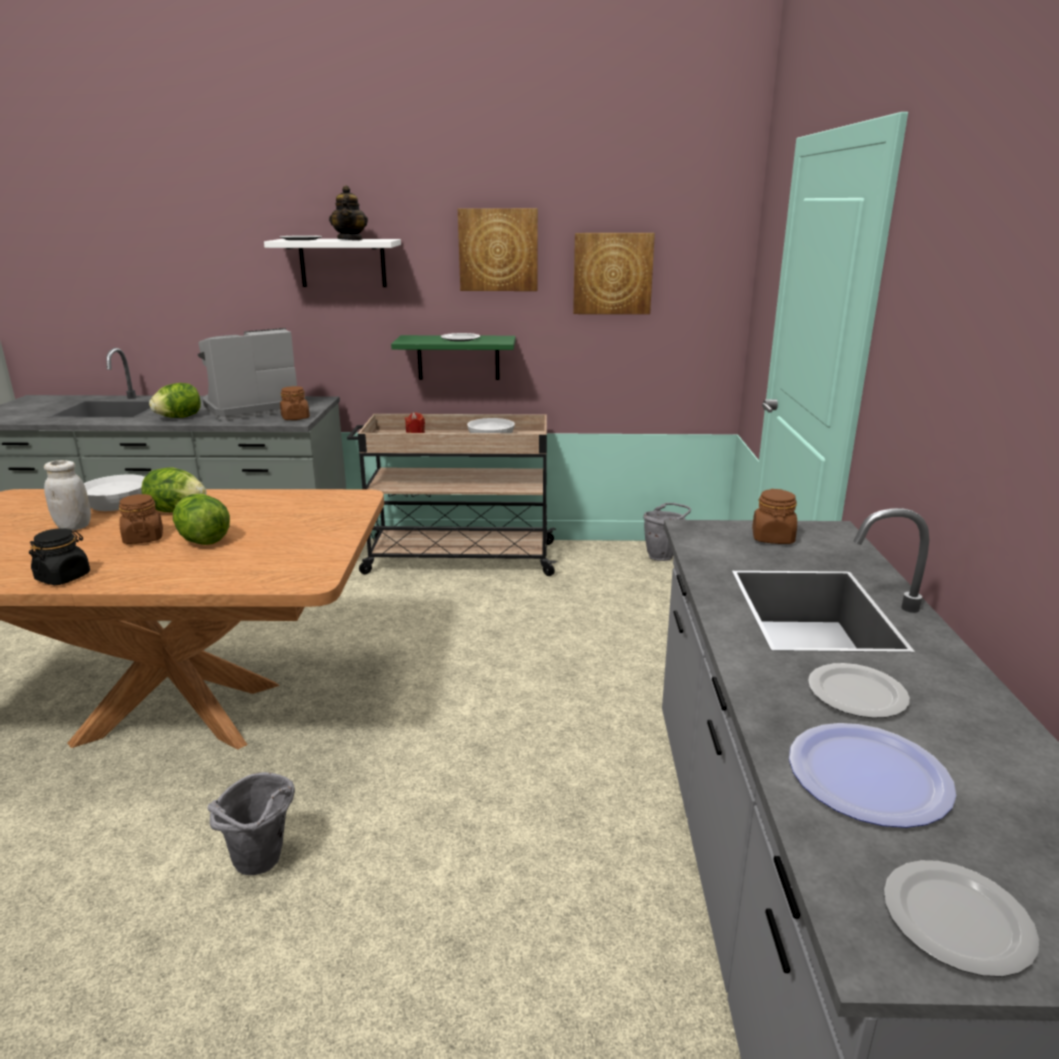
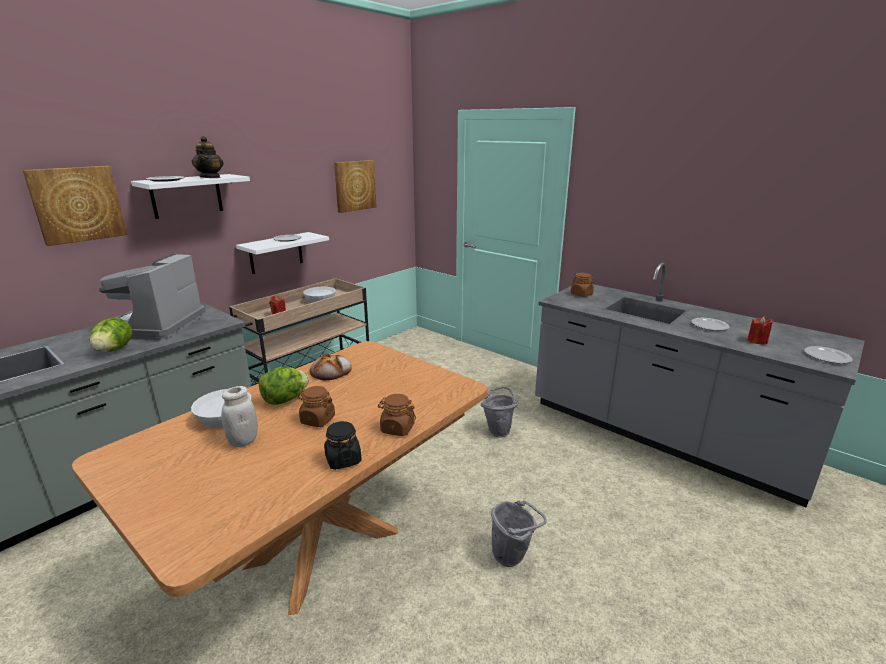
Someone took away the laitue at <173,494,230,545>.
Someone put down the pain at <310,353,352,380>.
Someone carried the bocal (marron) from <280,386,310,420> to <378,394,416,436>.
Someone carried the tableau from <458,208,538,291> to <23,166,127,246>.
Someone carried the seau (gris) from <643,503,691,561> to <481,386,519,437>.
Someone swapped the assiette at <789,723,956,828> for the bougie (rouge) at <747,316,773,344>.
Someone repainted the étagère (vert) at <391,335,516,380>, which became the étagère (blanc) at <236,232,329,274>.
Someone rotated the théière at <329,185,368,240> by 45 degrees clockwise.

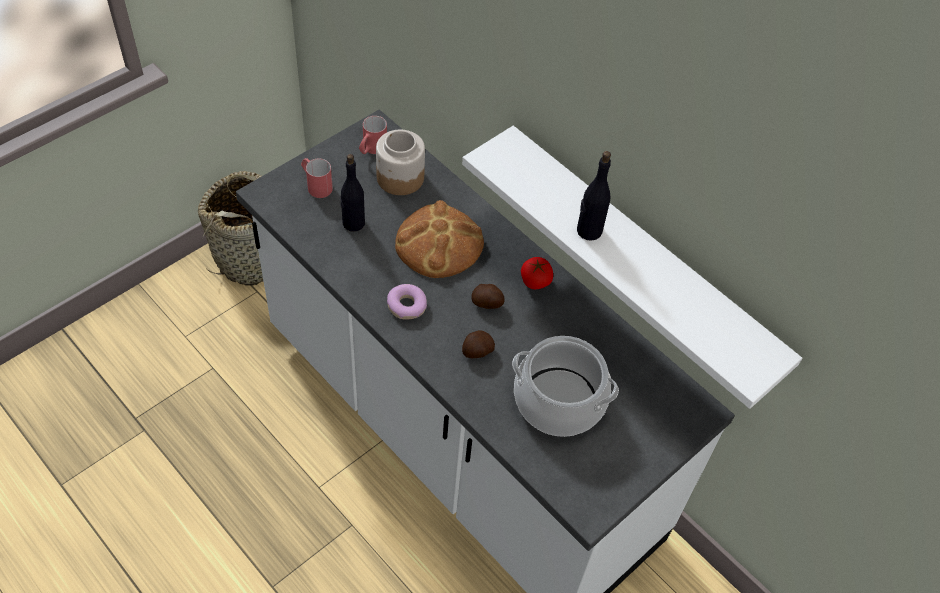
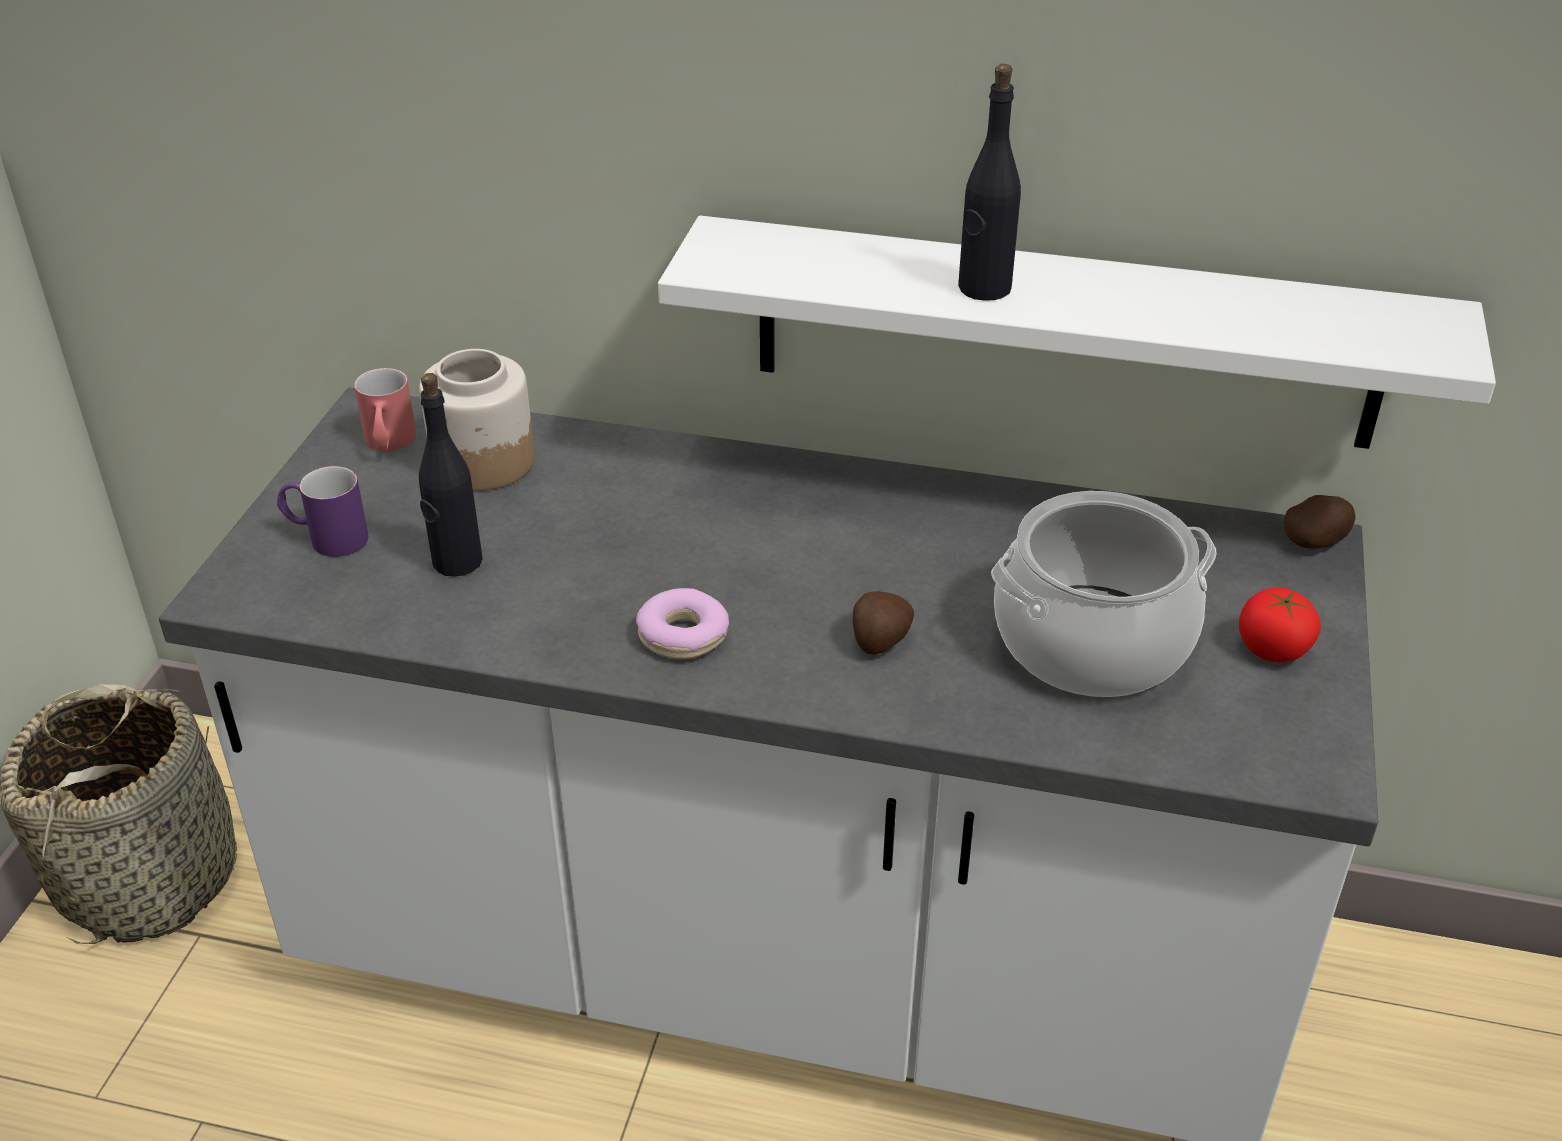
Someone took away the pain at <395,200,484,278>.
Someone carried the pomme de terre from <471,284,505,309> to <1284,495,1356,549>.
Someone carried the tomate from <521,257,553,289> to <1239,587,1321,662>.
Someone repainted the mug (rouge) at <301,158,333,198>, which became the mug (violet) at <277,466,368,557>.

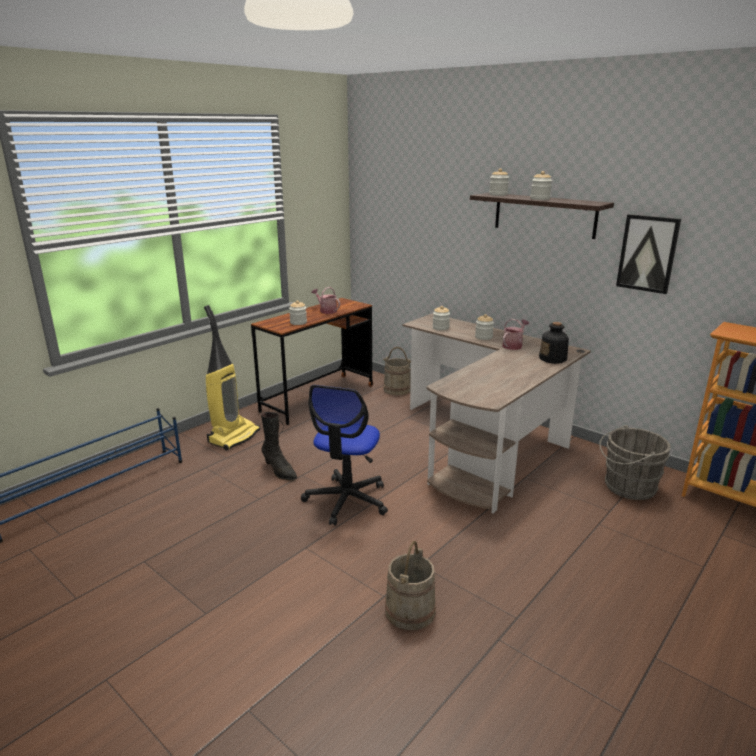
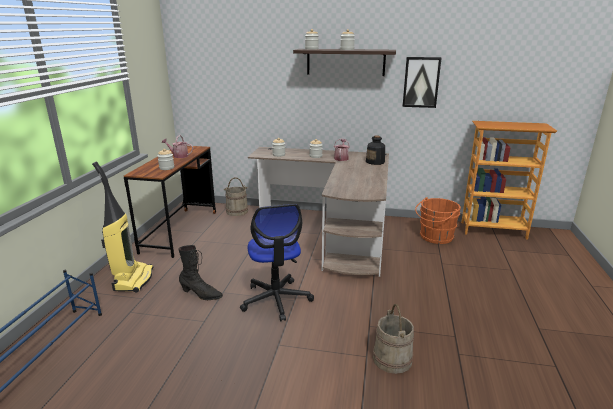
Someone repainted the seau (gris) at <599,425,671,500>, which became the seau (orange) at <415,197,461,244>.

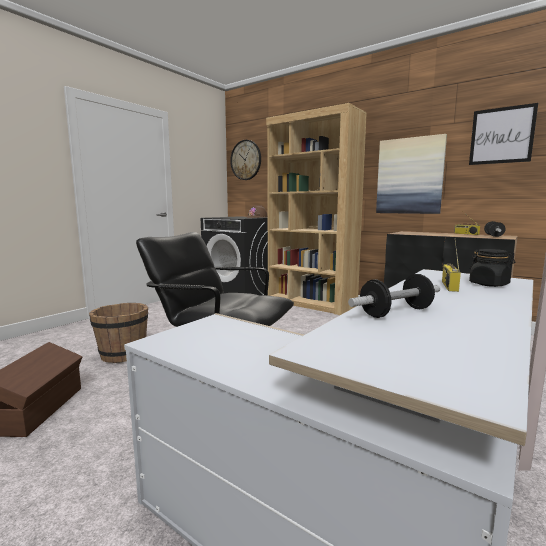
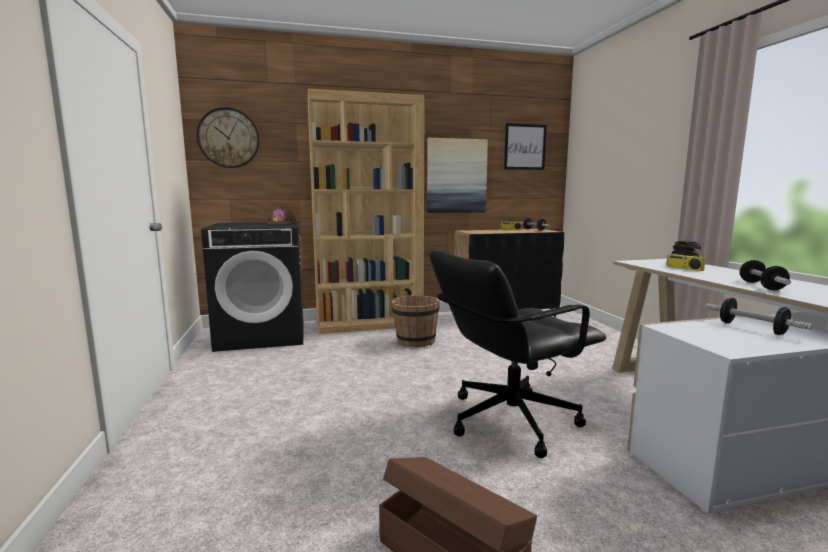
Someone put down the haltère at <705,298,813,335>.
Someone carried the seau (marron) from <89,303,148,363> to <391,295,440,347>.

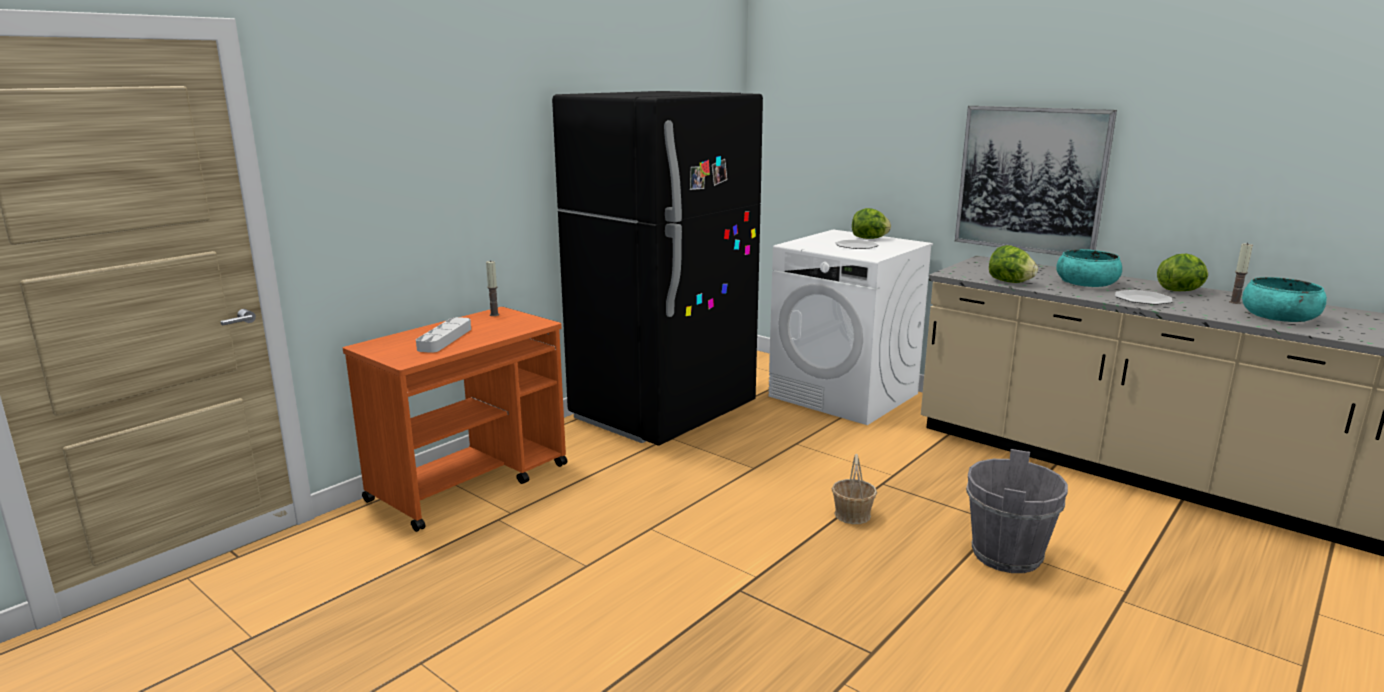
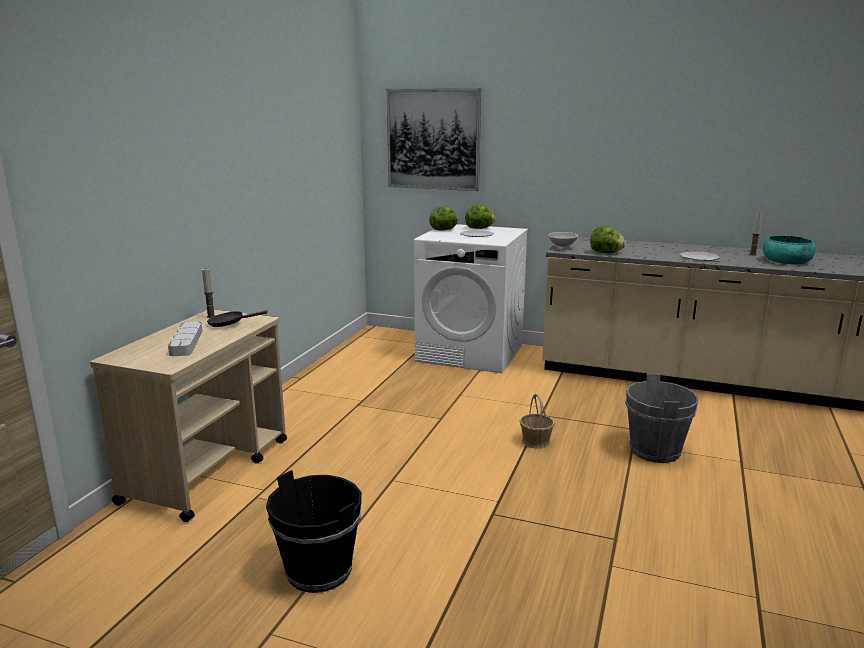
Someone took away the réfrigérateur (noir) at <552,91,763,446>.
Someone took away the bol (turquoise) at <1056,249,1122,287>.
Someone put down the poêle (noir) at <207,310,268,327>.
Someone put down the seau (noir) at <266,470,362,593>.
Someone put down the bol (blanc) at <548,232,578,250>.
Someone carried the tableau from <955,106,1117,256> to <386,88,481,191>.
Someone carried the laitue from <1157,254,1208,291> to <429,206,459,231>.
Someone repainted the chariot (orange) at <343,307,568,532>, which became the chariot (beige) at <90,310,287,522>.

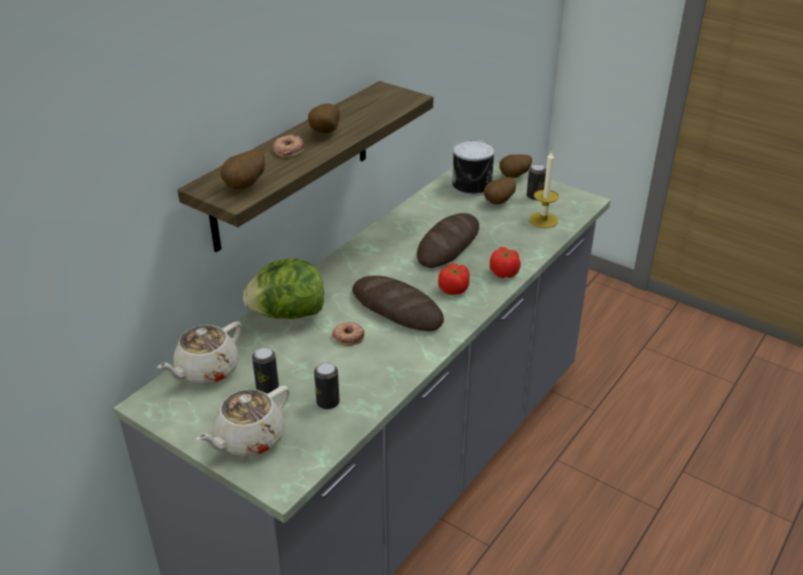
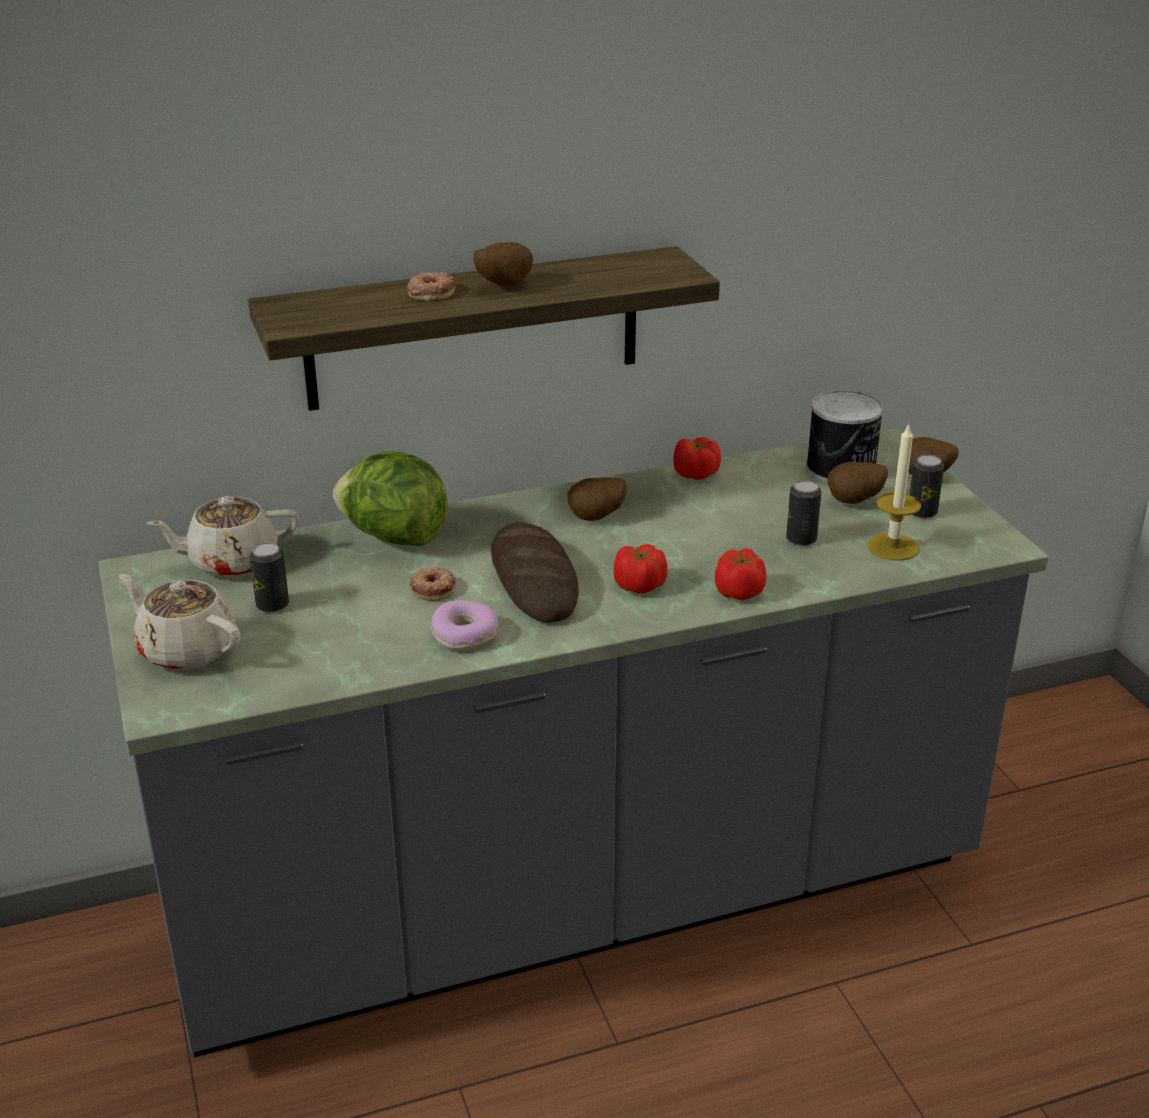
Someone took away the pain at <417,213,479,268>.
Someone put down the beignet at <431,600,498,651>.
Someone put down the tomate at <673,437,721,480>.
Someone carried the pomme de terre from <220,150,265,189> to <567,477,627,521>.
Someone carried the boîte métallique from <314,362,340,409> to <786,480,822,546>.
Someone rotated the théière (beige) at <196,386,290,456> by 45 degrees clockwise.

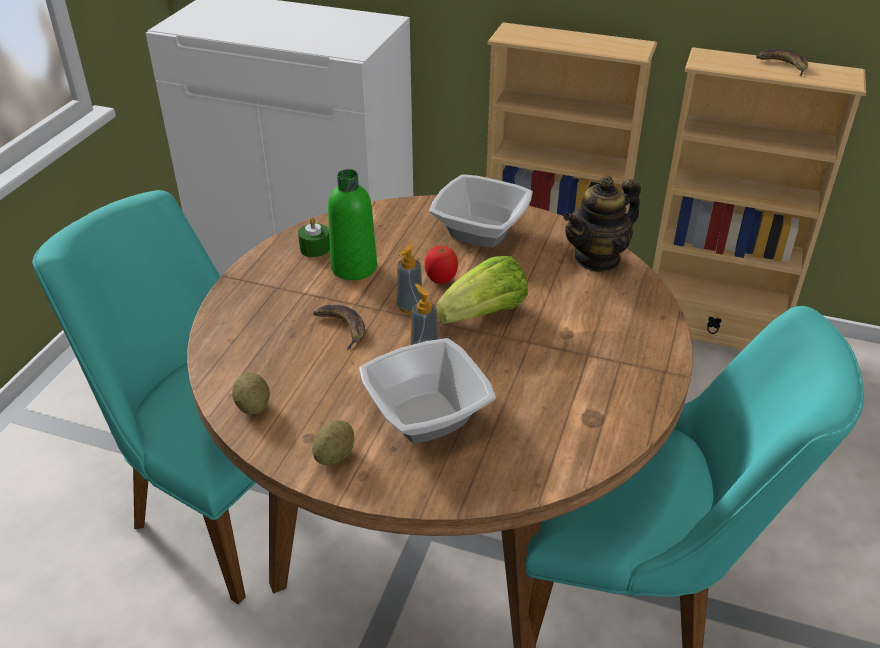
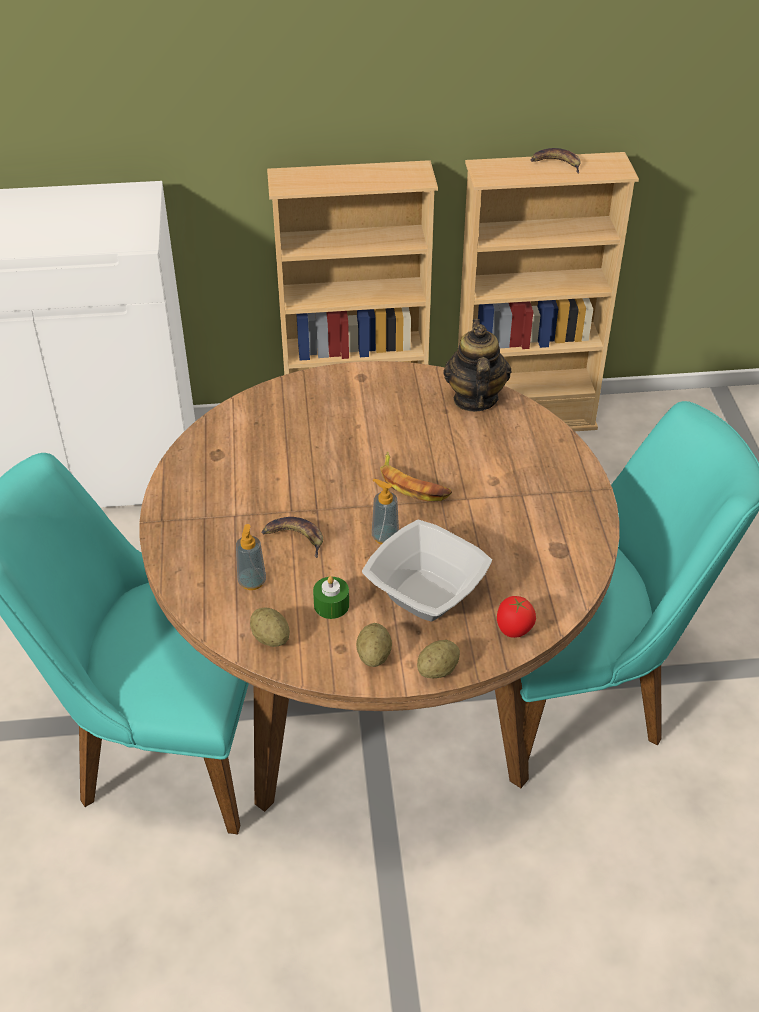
Someone took away the bouteille (vert) at <328,169,377,280>.
Someone took away the bol at <429,174,533,248>.
Someone put down the pomme de terre at <417,640,460,678>.
Someone carried the bougie (vert) from <298,217,330,257> to <313,576,349,619>.
Someone carried the distributeur de savon from <396,244,422,314> to <236,524,266,590>.
Someone carried the tomate from <425,246,458,284> to <497,596,536,638>.
Someone swapped the laitue at <436,256,528,323> for the banane at <380,452,452,502>.
Someone rotated the théière at <563,176,641,272> by 150 degrees clockwise.

